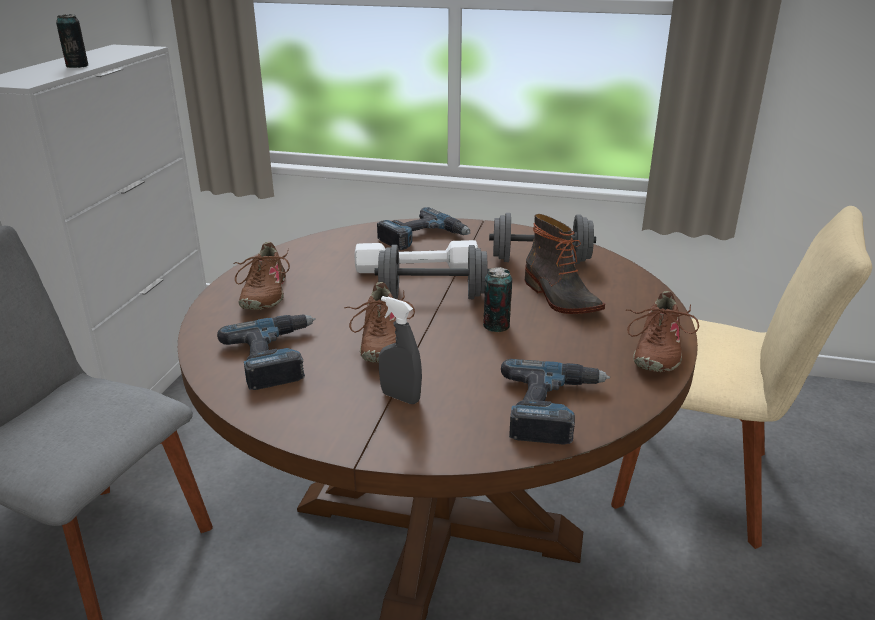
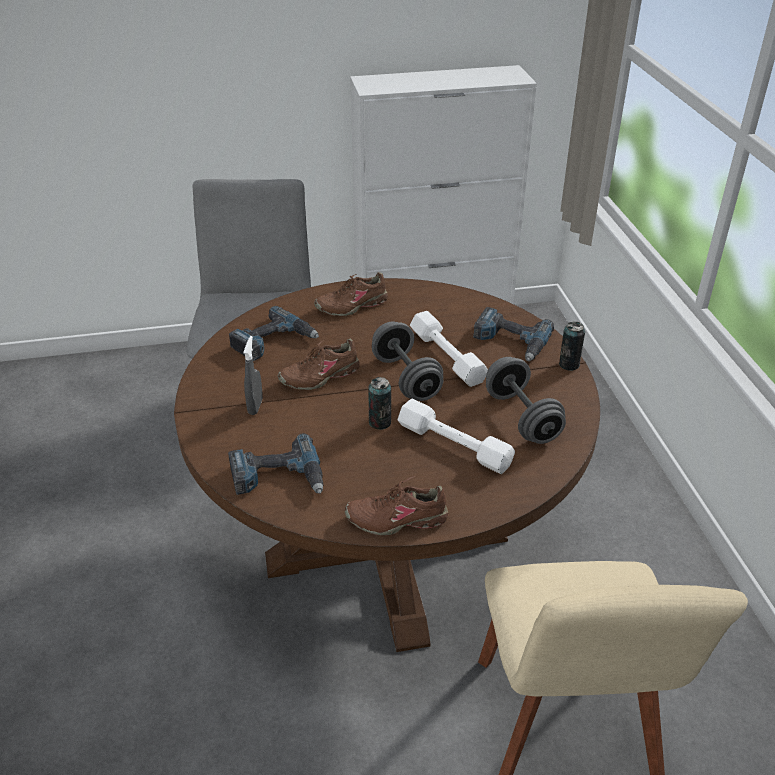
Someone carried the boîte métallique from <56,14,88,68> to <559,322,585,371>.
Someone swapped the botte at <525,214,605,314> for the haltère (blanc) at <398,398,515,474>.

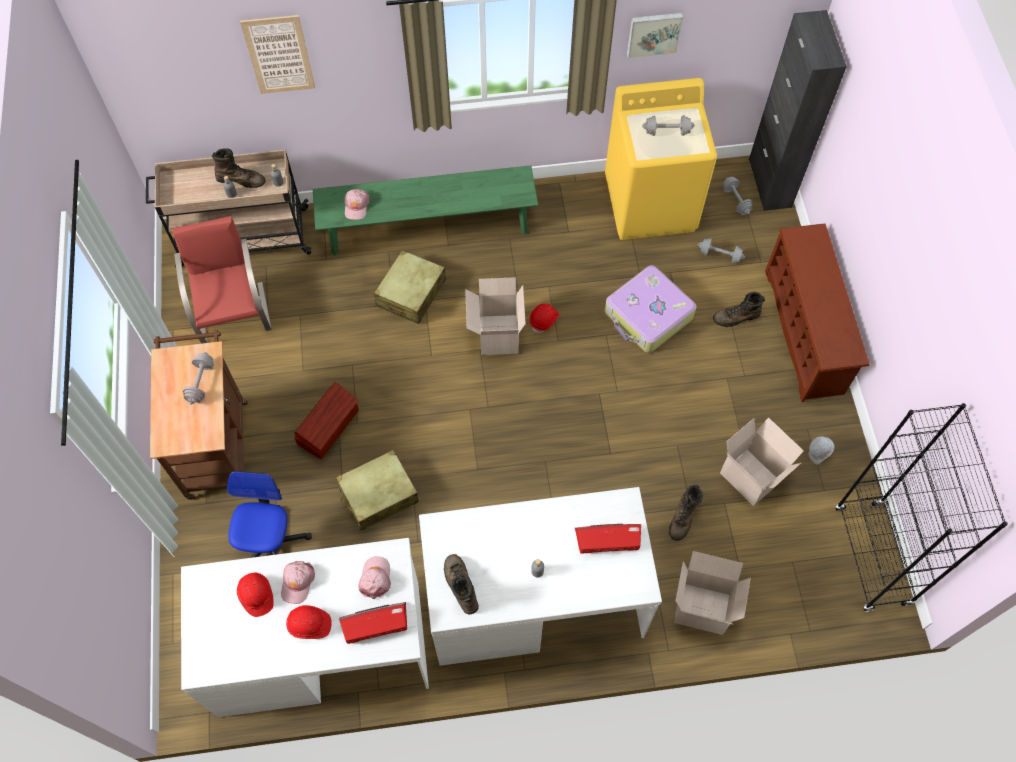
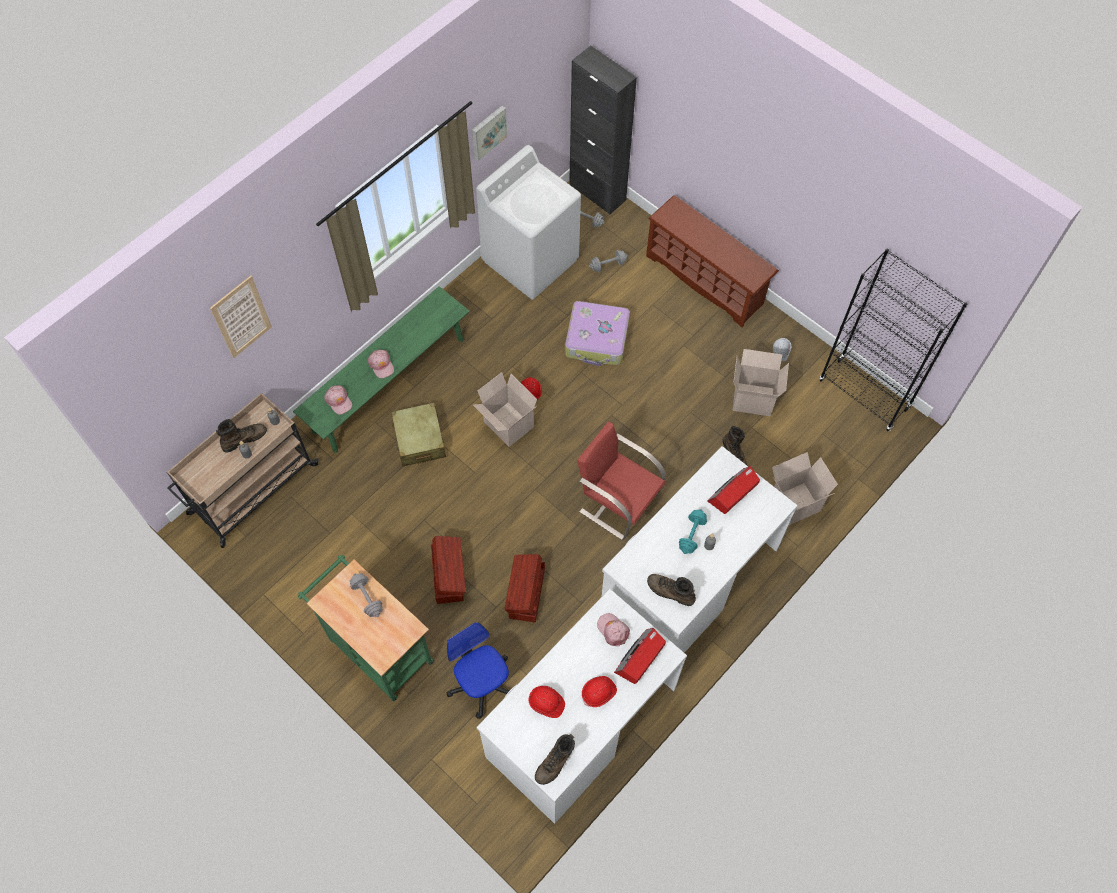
Someone took away the haltère (gris) at <642,116,695,136>.
Someone put down the haltère (turquoise) at <679,509,707,554>.
Someone carried the chaise (rouge) from <172,216,272,344> to <577,421,666,540>.
Someone carried the casquette (rose) from <281,561,315,604> to <368,350,394,378>.
Someone carried the botte (marron) from <713,292,765,327> to <535,734,575,785>.
Someone swapped the valise (beige) at <336,450,419,531> for the boîte de rangement (marron) at <505,554,545,623>.
Someone repainted the chariot (marron) at <150,330,248,500>, which became the chariot (vert) at <298,555,434,702>.
Someone repainted the lave-linge (jaune) at <605,78,717,240>, which became the lave-linge (blanc) at <476,145,581,299>.

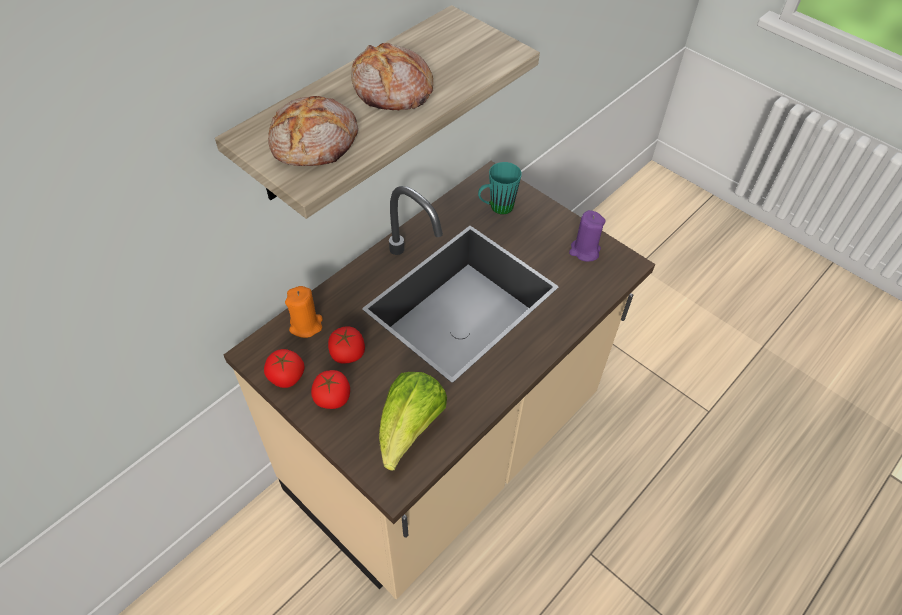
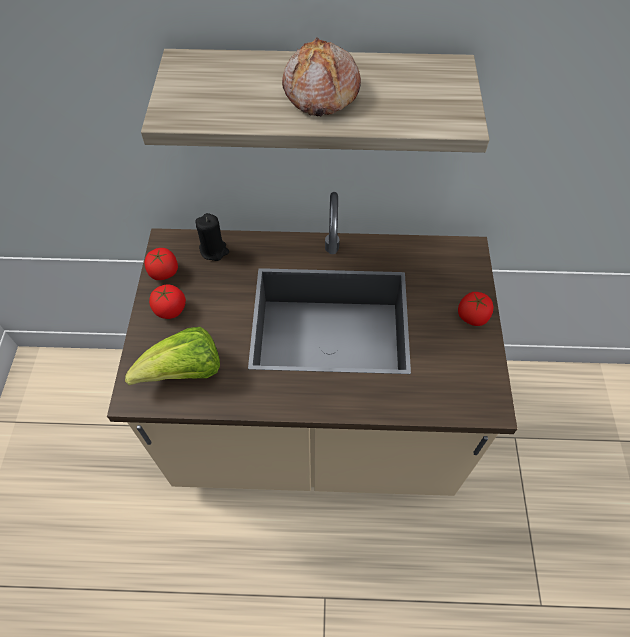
Someone took away the pain at <268,96,358,166>.
Someone took away the mug (turquoise) at <478,162,522,214>.
Someone took away the bougie (violet) at <569,210,606,262>.
Someone carried the tomate from <328,326,365,364> to <458,292,493,326>.
Someone repainted the bougie (orange) at <285,286,323,338>, which became the bougie (noir) at <195,213,229,261>.

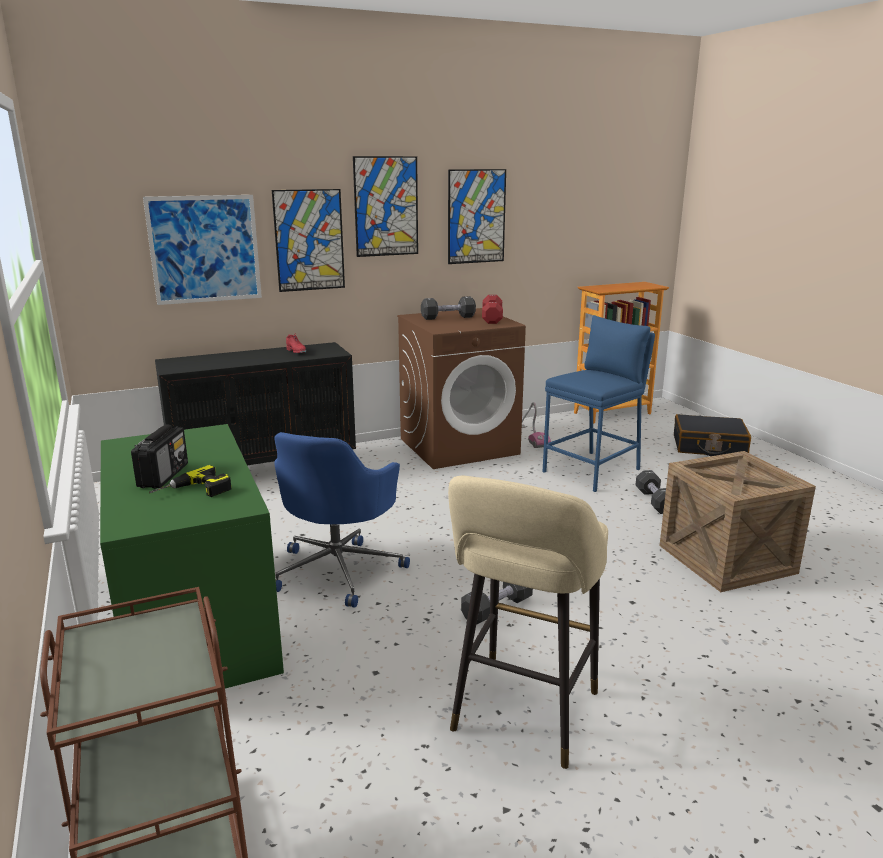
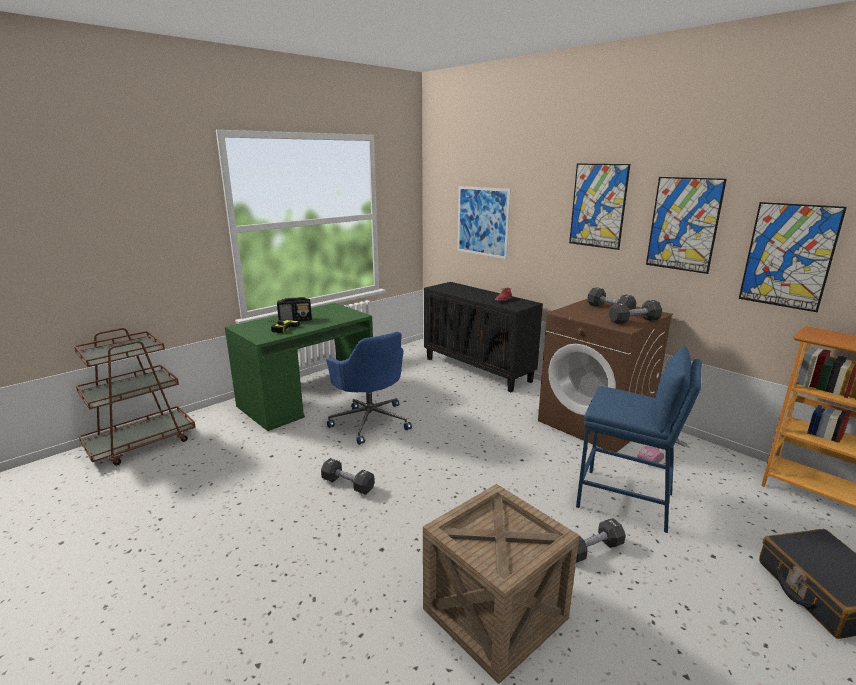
Someone took away the tabouret (beige) at <448,476,608,769>.
Someone carried the tableau from <272,189,345,292> to <739,202,847,312>.
Someone repainted the haltère (rouge) at <482,295,503,324>, which became the haltère (noir) at <609,300,662,324>.
Someone rotated the chaise de bureau (bleu) at <274,432,410,608> by 120 degrees counterclockwise.

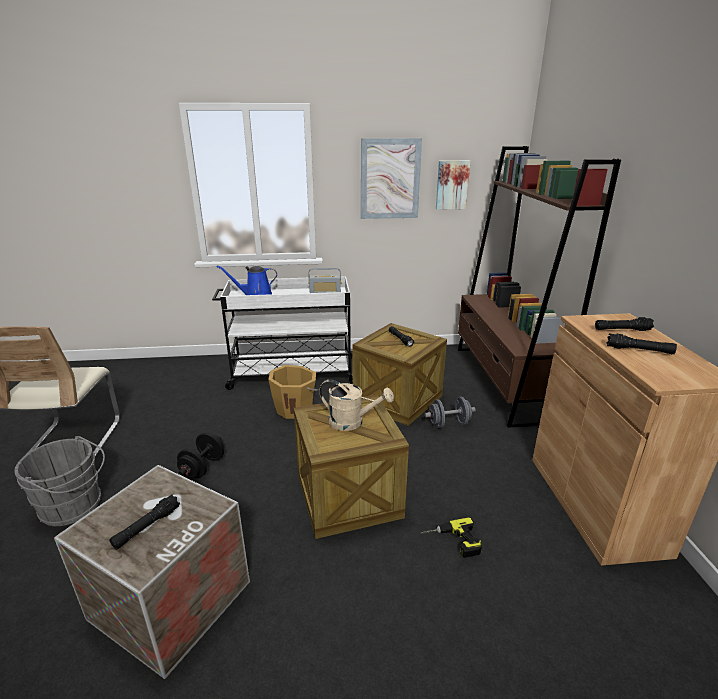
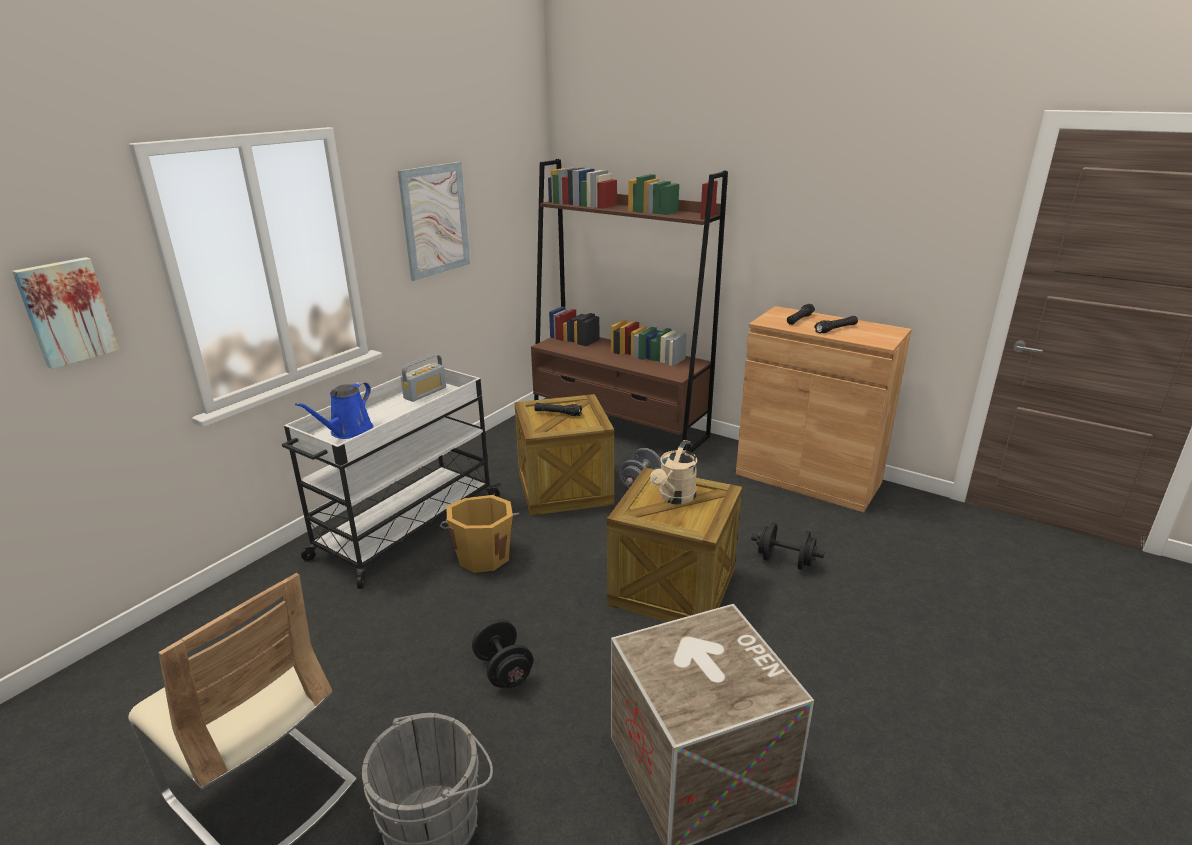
Someone took away the lampe de poche (noir) at <109,494,180,550>.
Someone carried the tableau from <436,160,471,210> to <12,257,119,369>.
Someone swapped the perceuse at <420,517,482,558> for the haltère (noir) at <751,522,825,570>.
Someone rotated the arrosoir (beige) at <320,379,394,431> by 150 degrees clockwise.

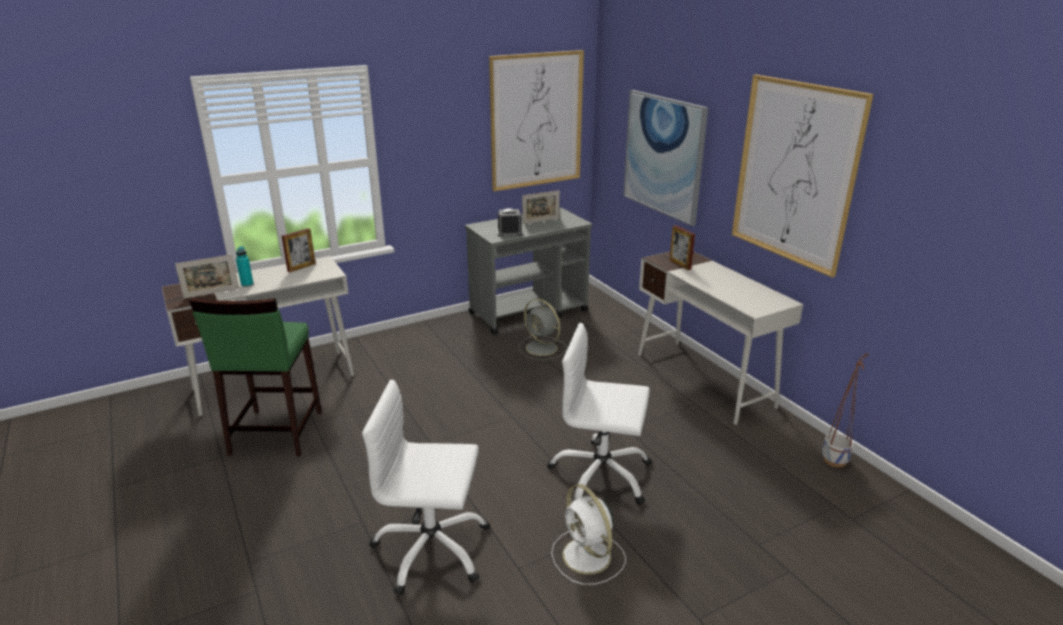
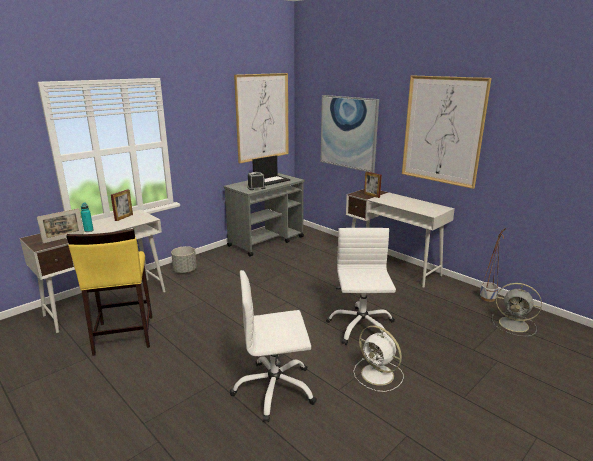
Someone put down the cache-pot (gris) at <171,246,197,273>.
Someone carried the ventilateur (gris) from <519,299,567,360> to <492,283,542,336>.
Someone swapped the cadre photo at <522,190,560,224> for the ordinateur portable at <252,155,290,186>.
Someone repainted the tabouret (vert) at <189,298,322,456>, which became the tabouret (jaune) at <66,229,153,356>.
Someone rotated the chaise de bureau (blanc) at <547,323,652,505> by 90 degrees clockwise.

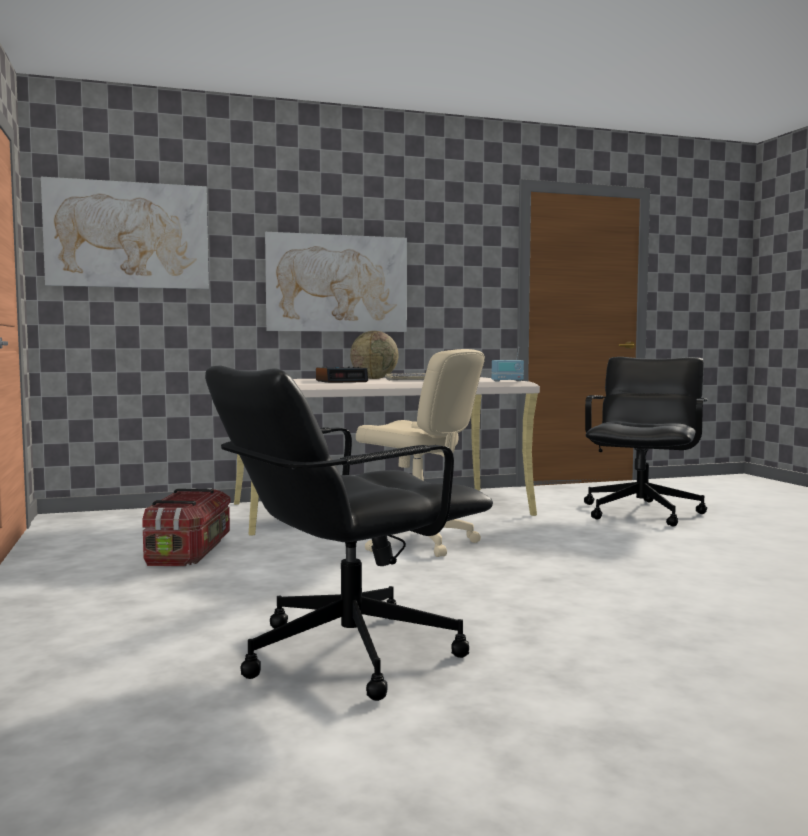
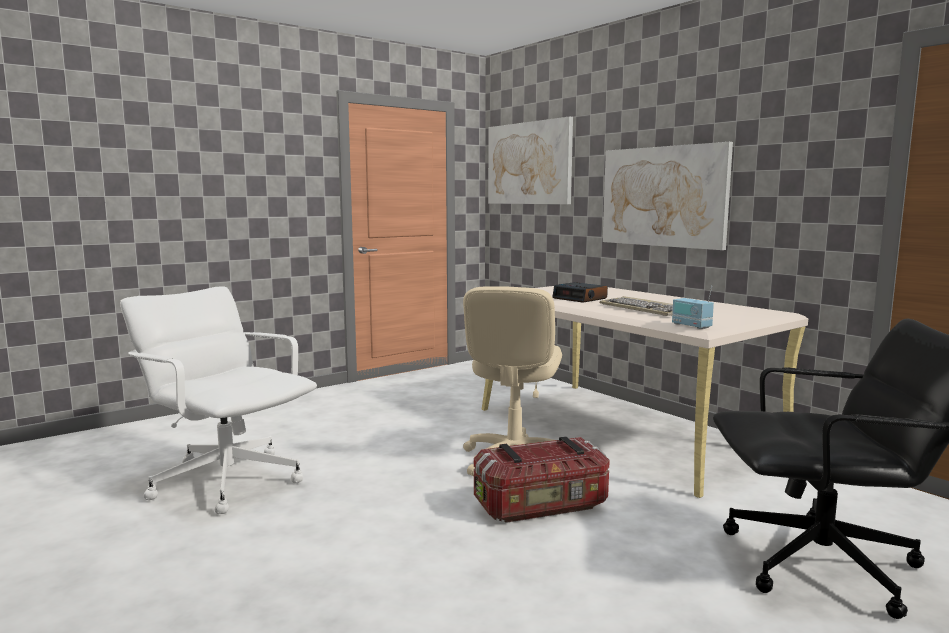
Someone took away the globe at <350,331,398,379>.
Someone carried the boîte de rangement from <142,488,231,566> to <474,436,610,523>.
Someone repainted the chaise de bureau (noir) at <205,365,493,701>, which became the chaise de bureau (blanc) at <120,286,317,514>.

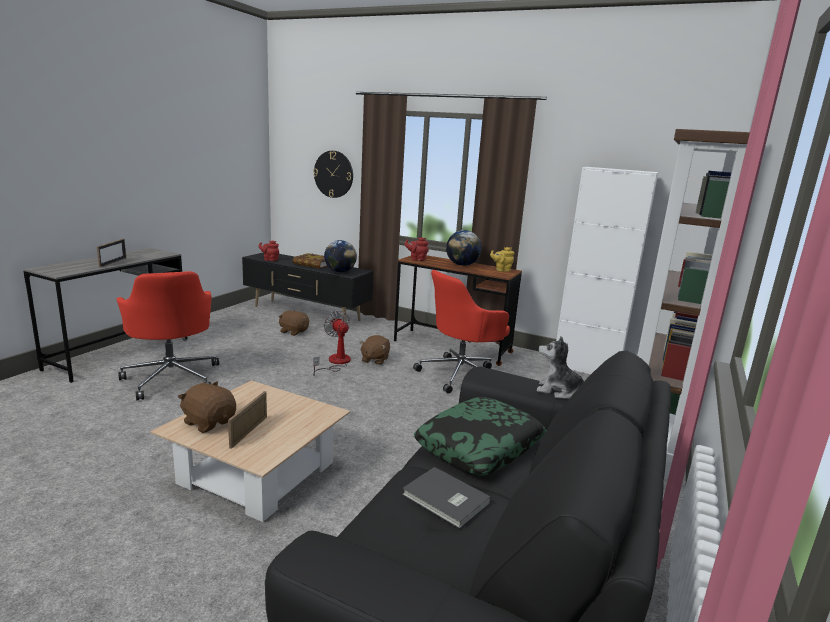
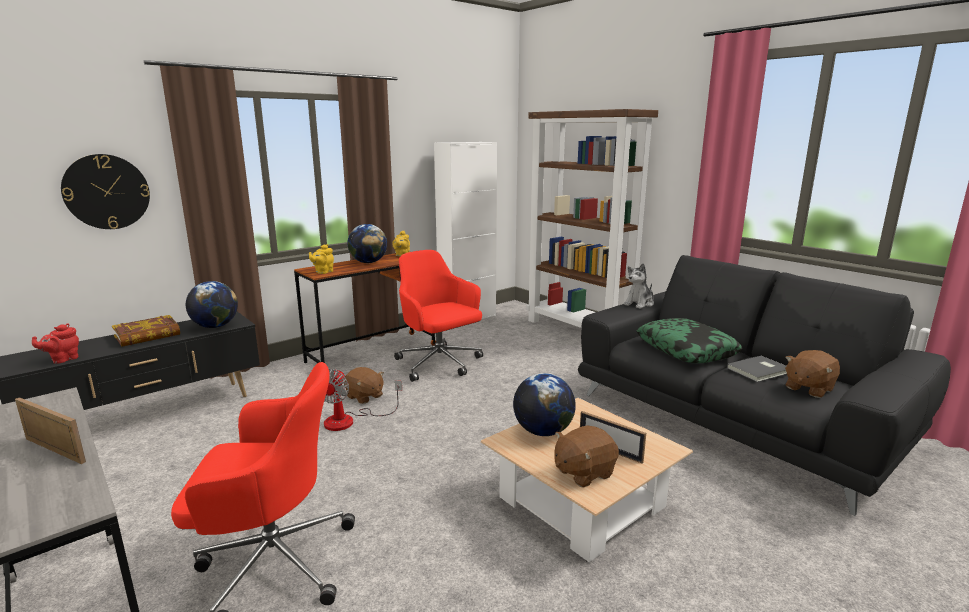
Someone put down the globe at <513,373,576,436>.
Someone carried the peluche (marron) from <279,310,309,336> to <785,350,840,398>.
Someone repainted the théière (rouge) at <405,237,429,261>, which became the théière (jaune) at <309,244,334,274>.
Someone rotated the ventilateur at <313,311,351,376> by 75 degrees counterclockwise.
Someone rotated the chaise de bureau (rouge) at <413,270,510,394> by 150 degrees clockwise.

